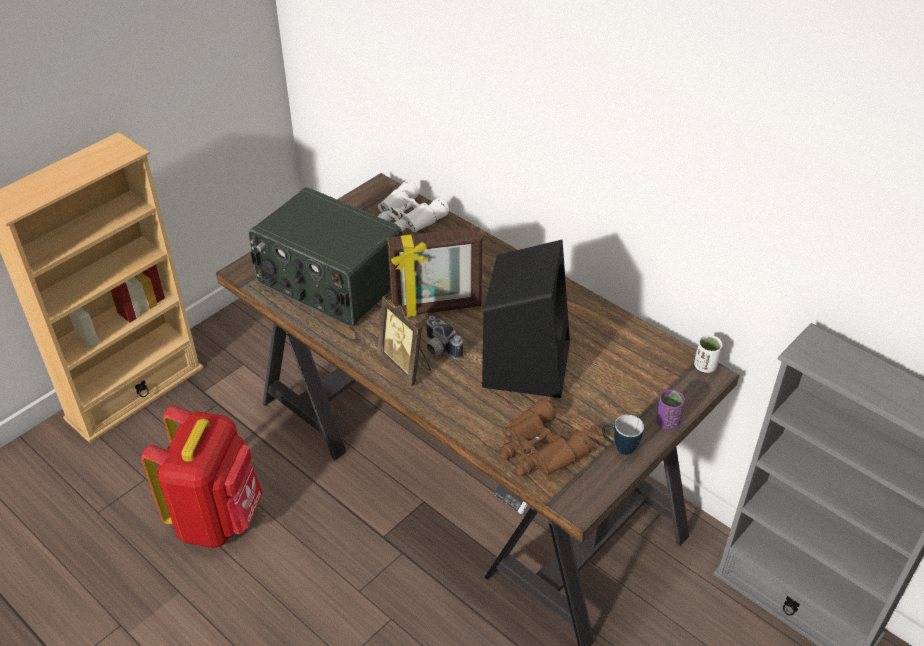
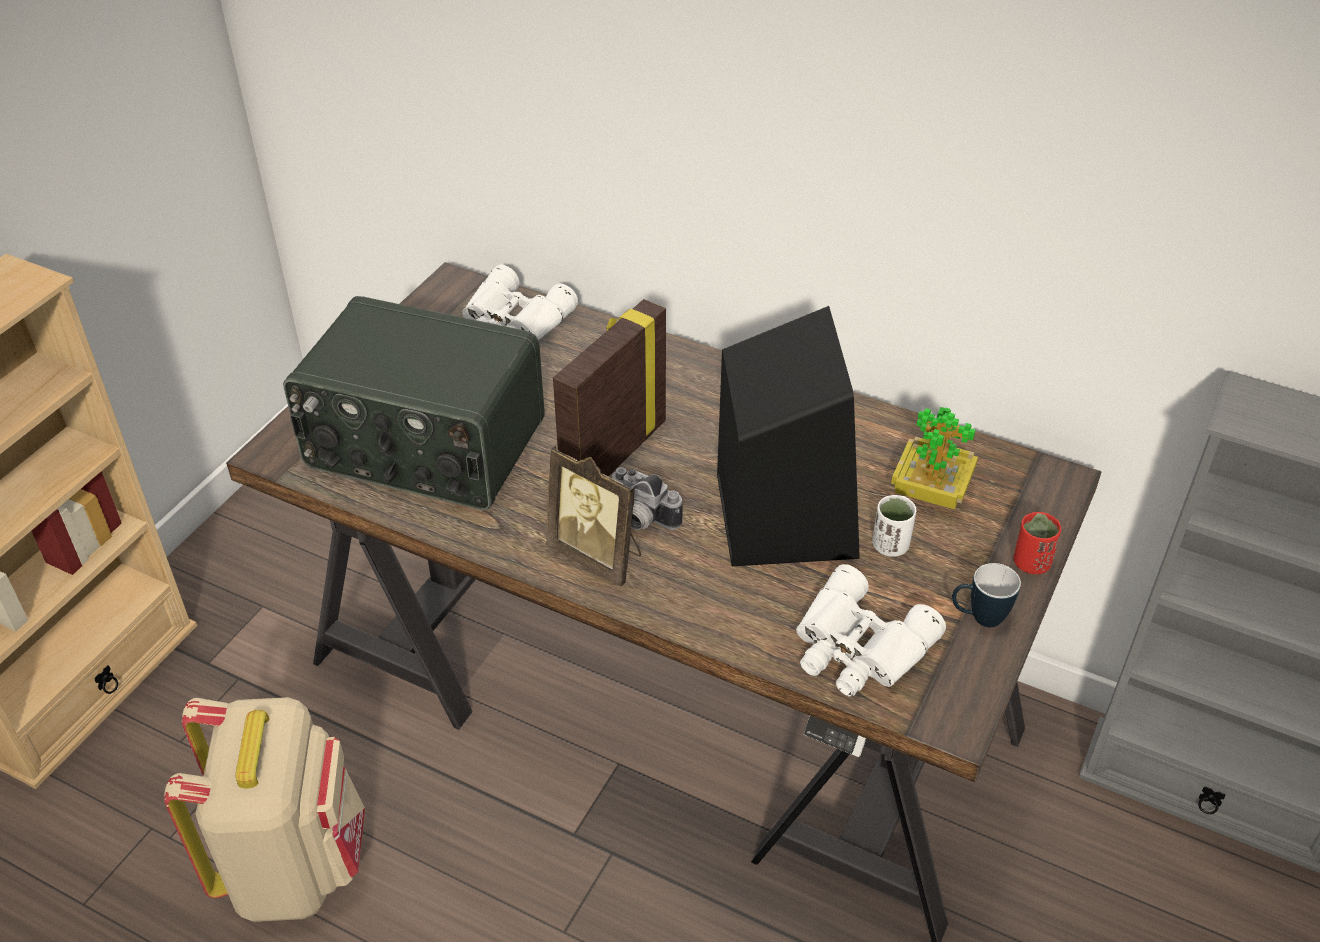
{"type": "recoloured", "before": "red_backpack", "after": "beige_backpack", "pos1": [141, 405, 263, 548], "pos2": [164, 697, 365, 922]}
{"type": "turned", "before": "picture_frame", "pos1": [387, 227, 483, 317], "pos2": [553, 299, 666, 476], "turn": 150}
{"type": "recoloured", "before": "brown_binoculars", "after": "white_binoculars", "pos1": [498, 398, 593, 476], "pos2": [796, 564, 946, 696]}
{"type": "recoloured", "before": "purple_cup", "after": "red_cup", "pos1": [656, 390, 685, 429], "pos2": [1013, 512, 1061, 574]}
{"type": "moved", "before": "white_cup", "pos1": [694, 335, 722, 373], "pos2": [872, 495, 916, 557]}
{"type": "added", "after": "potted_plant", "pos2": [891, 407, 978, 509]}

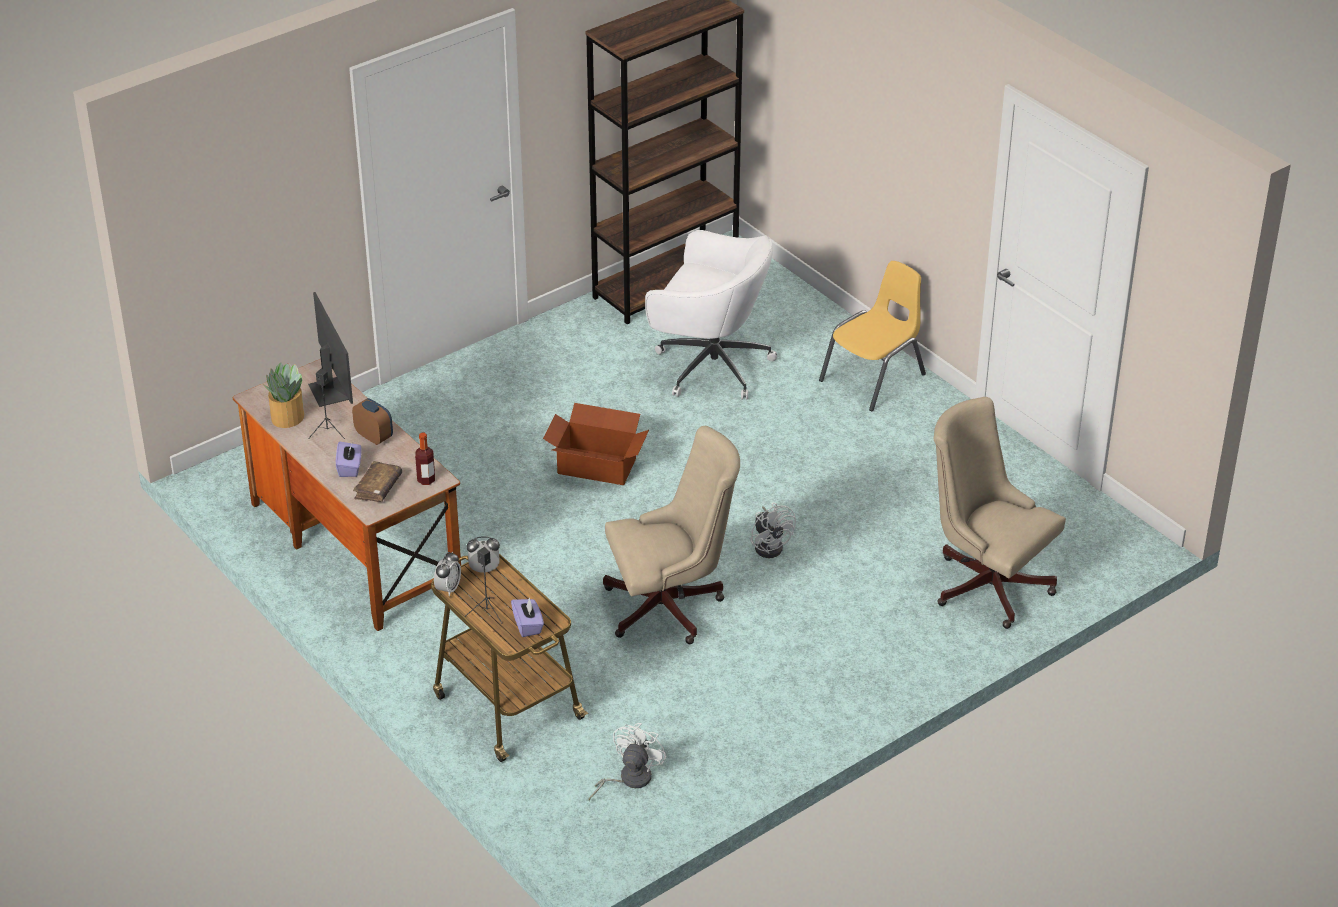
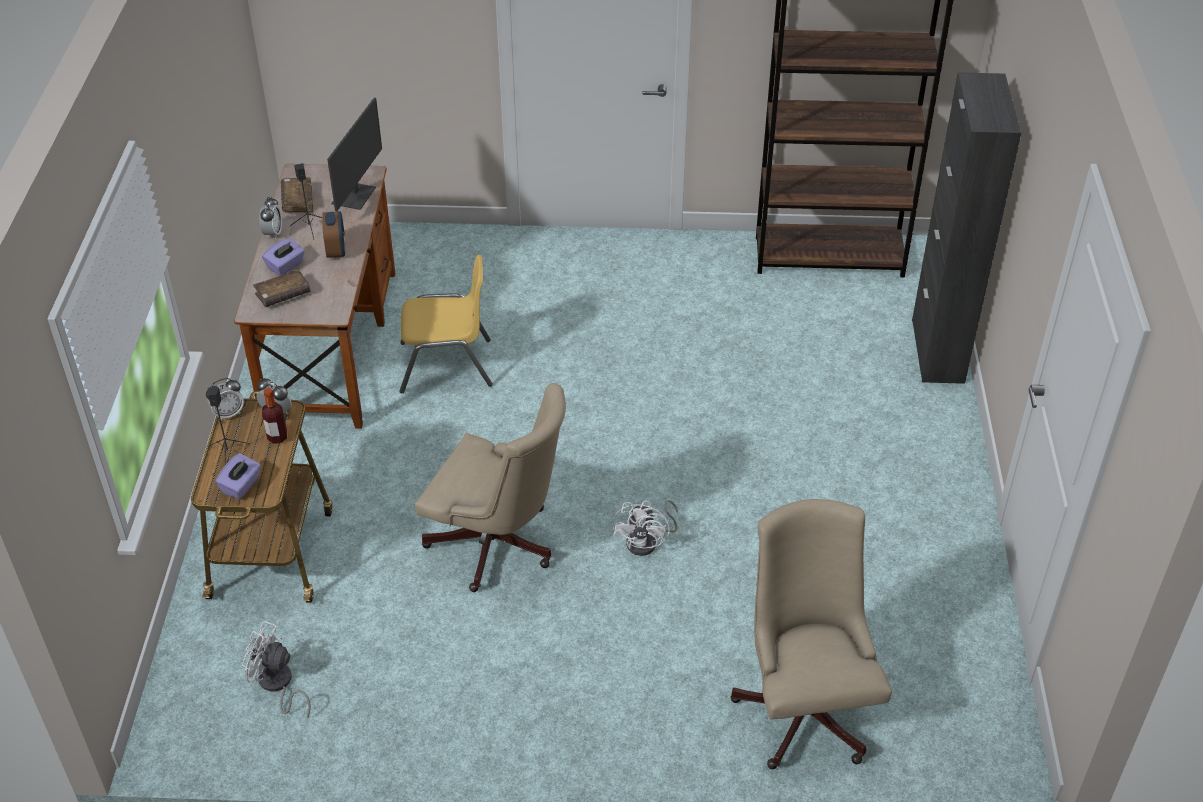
{"type": "replaced", "before": "potted_plant", "after": "brown_book", "pos1": [263, 363, 304, 428], "pos2": [281, 177, 314, 213]}
{"type": "moved", "before": "bottle", "pos1": [415, 433, 435, 485], "pos2": [262, 388, 287, 444]}
{"type": "removed", "before": "cardboard_box", "pos1": [543, 403, 649, 485]}
{"type": "turned", "before": "white_fan", "pos1": [588, 723, 667, 801], "pos2": [242, 621, 311, 718], "turn": -135}
{"type": "removed", "before": "white_office_chair", "pos1": [645, 230, 777, 400]}
{"type": "moved", "before": "yellow_chair", "pos1": [819, 261, 926, 411], "pos2": [399, 255, 493, 393]}
{"type": "added", "after": "alarm_clock", "pos2": [259, 197, 282, 239]}
{"type": "added", "after": "black_cabinet", "pos2": [912, 72, 1021, 384]}

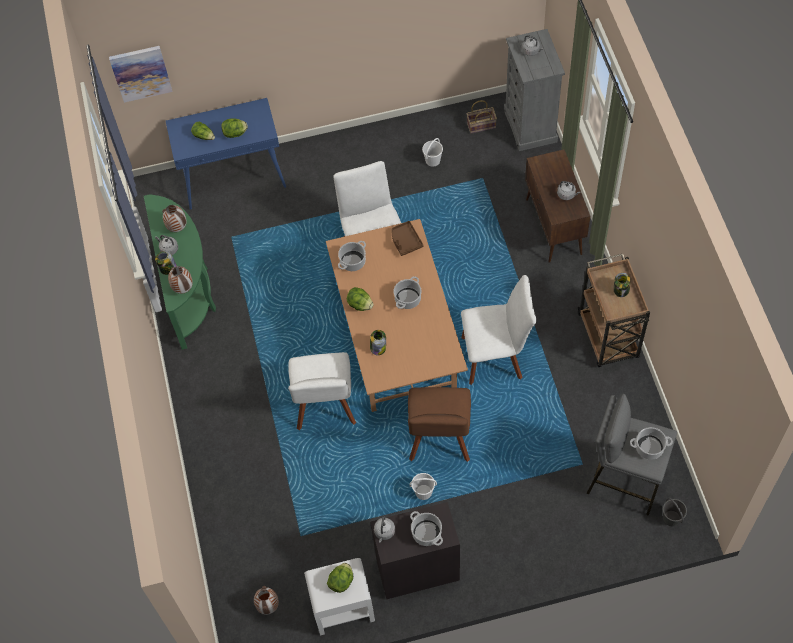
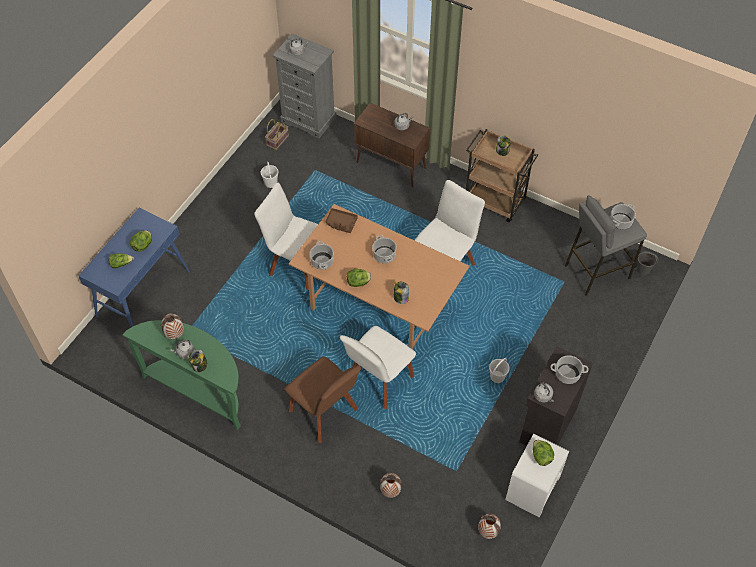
{"type": "removed", "before": "picture", "pos1": [109, 46, 173, 103]}
{"type": "moved", "before": "vase", "pos1": [168, 266, 193, 294], "pos2": [380, 473, 402, 498]}
{"type": "turned", "before": "white_chair", "pos1": [288, 352, 356, 430], "pos2": [340, 326, 416, 409], "turn": 90}
{"type": "moved", "before": "brown_chair", "pos1": [408, 387, 471, 462], "pos2": [285, 357, 361, 443]}

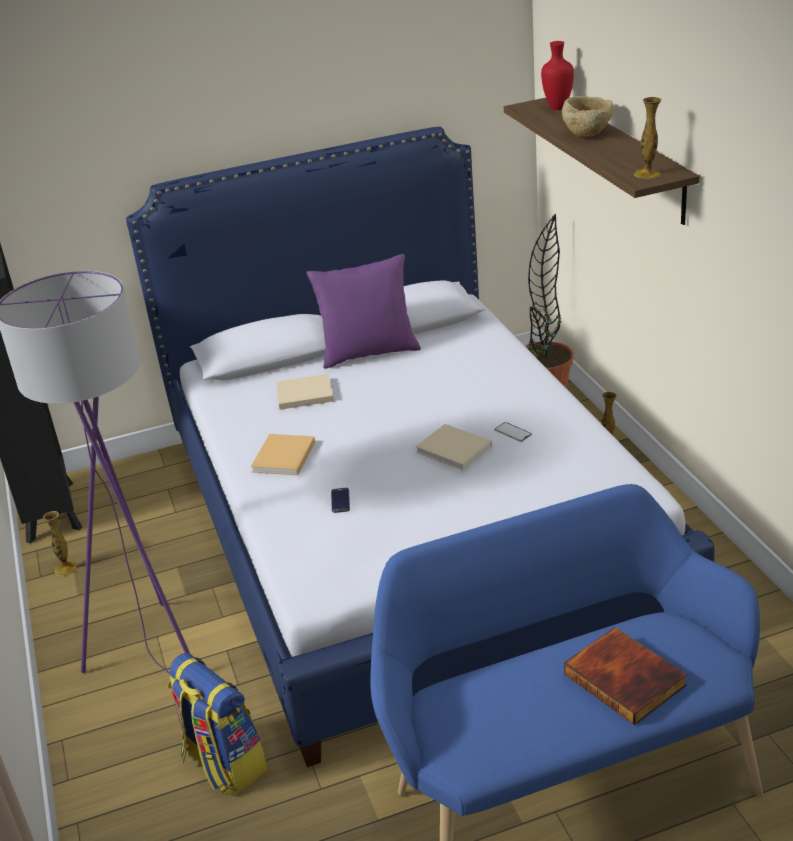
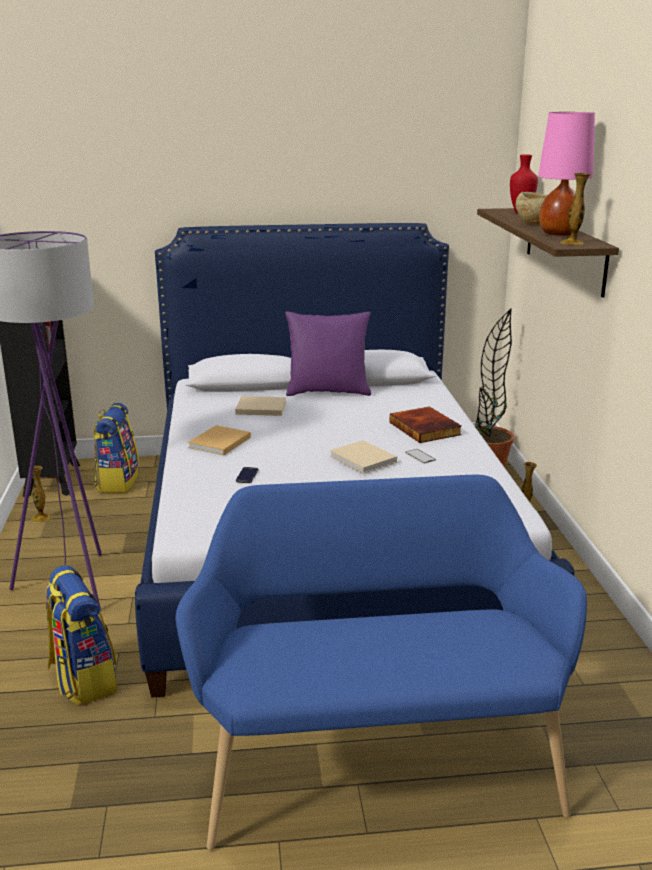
{"type": "moved", "before": "book", "pos1": [564, 627, 687, 725], "pos2": [389, 407, 462, 443]}
{"type": "added", "after": "backpack", "pos2": [93, 403, 139, 493]}
{"type": "added", "after": "pink_table_lamp", "pos2": [538, 112, 595, 236]}

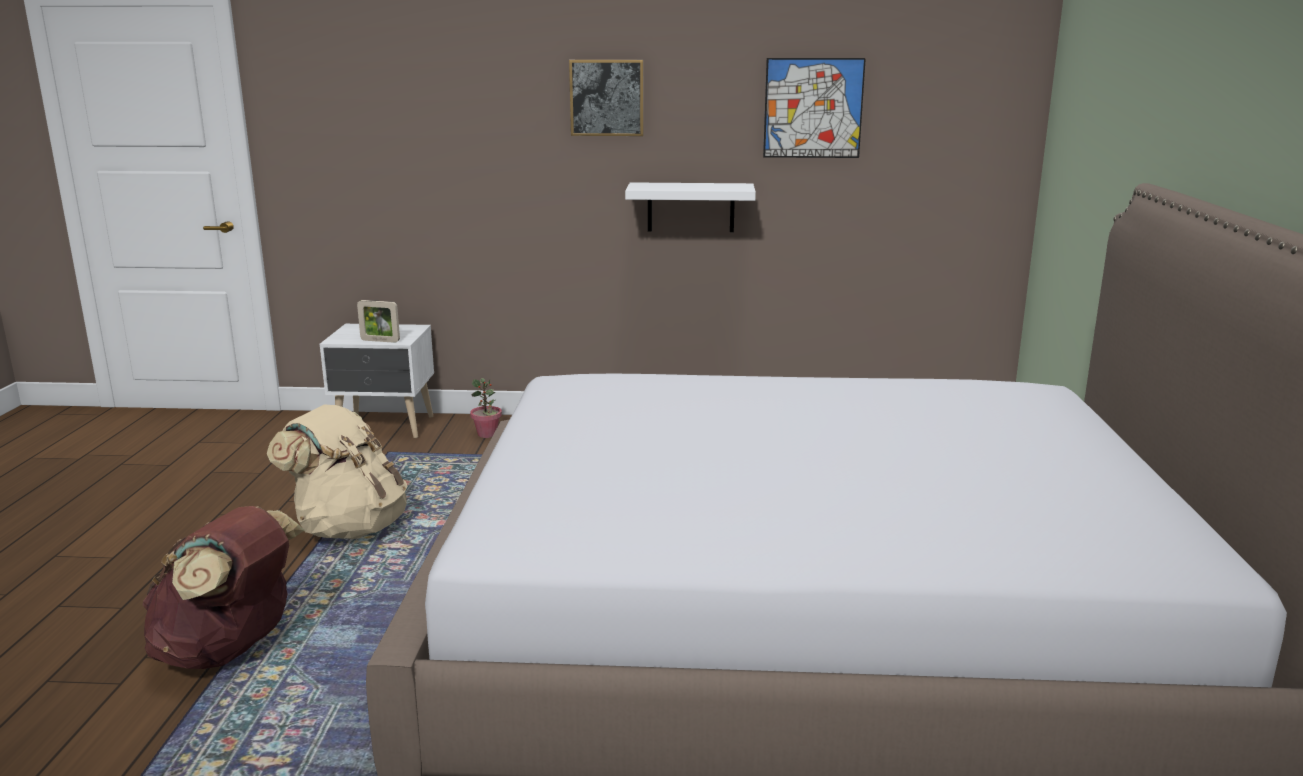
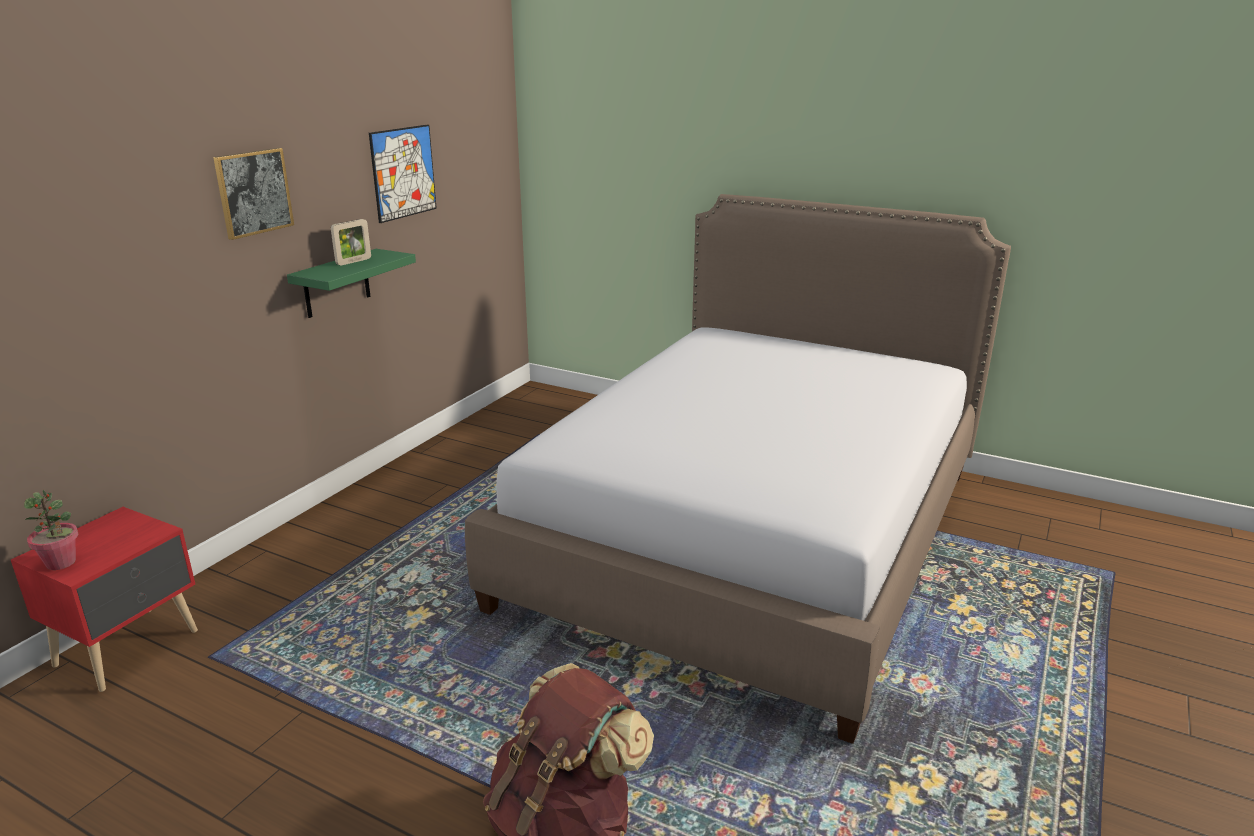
{"type": "removed", "before": "beige_backpack", "pos1": [267, 404, 407, 539]}
{"type": "recoloured", "before": "white_nightstand", "after": "red_nightstand", "pos1": [320, 324, 434, 438], "pos2": [11, 507, 198, 692]}
{"type": "moved", "before": "picture_frame", "pos1": [357, 300, 400, 343], "pos2": [331, 219, 371, 265]}
{"type": "moved", "before": "potted_plant", "pos1": [470, 378, 502, 438], "pos2": [24, 490, 78, 570]}
{"type": "recoloured", "before": "white_shelf", "after": "green_shelf", "pos1": [625, 182, 756, 232], "pos2": [287, 249, 416, 318]}

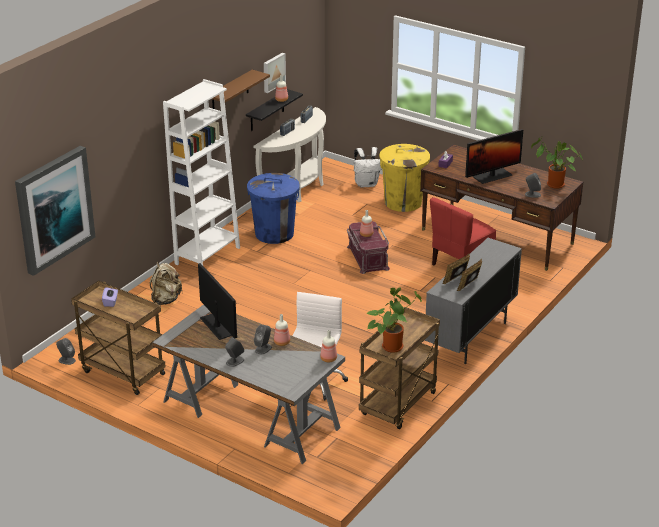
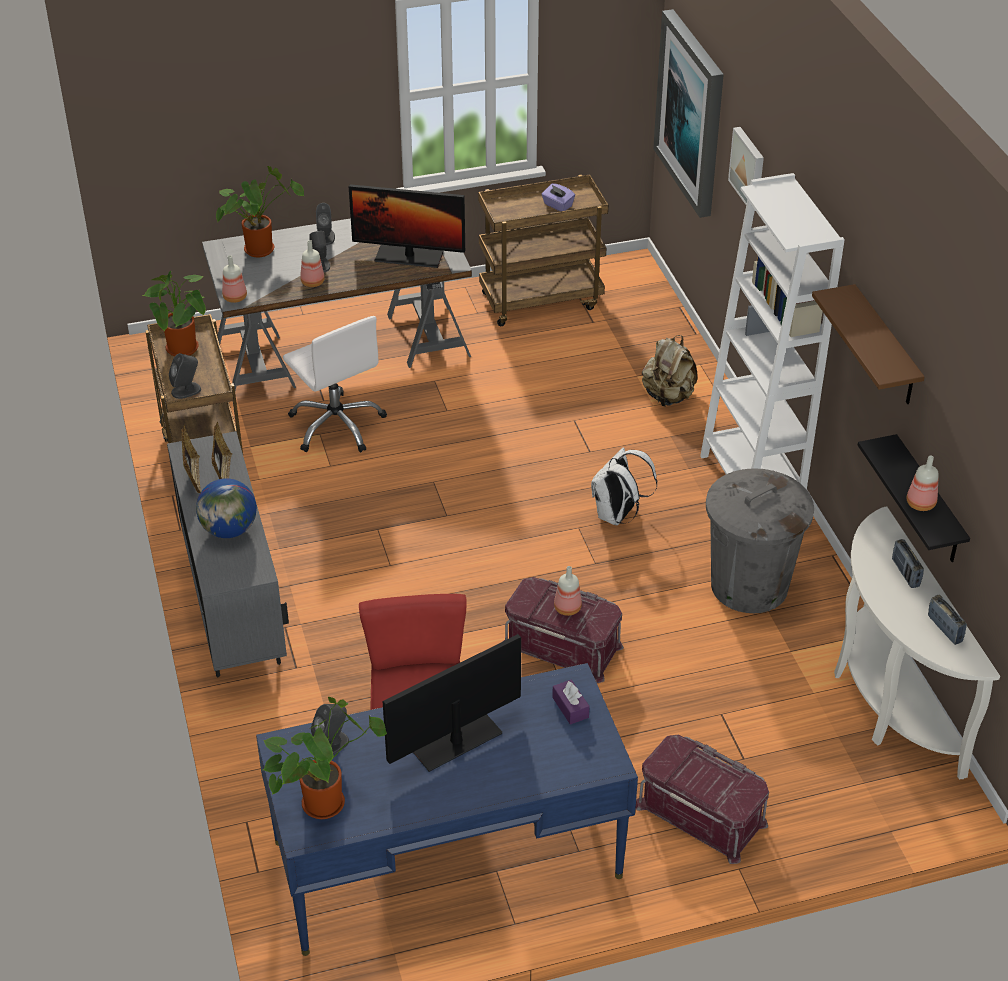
{"type": "moved", "before": "grey_speaker", "pos1": [56, 338, 76, 365], "pos2": [169, 353, 201, 399]}
{"type": "recoloured", "before": "blue_trash_can", "after": "grey_trash_can", "pos1": [247, 173, 300, 244], "pos2": [706, 468, 814, 613]}
{"type": "moved", "before": "picture", "pos1": [264, 53, 286, 93], "pos2": [728, 127, 764, 205]}
{"type": "moved", "before": "white_backpack", "pos1": [354, 147, 382, 188], "pos2": [591, 448, 657, 525]}
{"type": "replaced", "before": "yellow_trash_can", "after": "red_storage_box", "pos1": [380, 144, 430, 212], "pos2": [636, 735, 769, 864]}
{"type": "recoloured", "before": "brown_desk", "after": "blue_desk", "pos1": [420, 144, 583, 271], "pos2": [256, 663, 638, 956]}
{"type": "turned", "before": "monitor", "pos1": [465, 129, 523, 184], "pos2": [383, 634, 521, 772], "turn": 45}
{"type": "added", "after": "globe", "pos2": [196, 478, 257, 538]}
{"type": "added", "after": "potted_plant", "pos2": [216, 166, 304, 257]}

